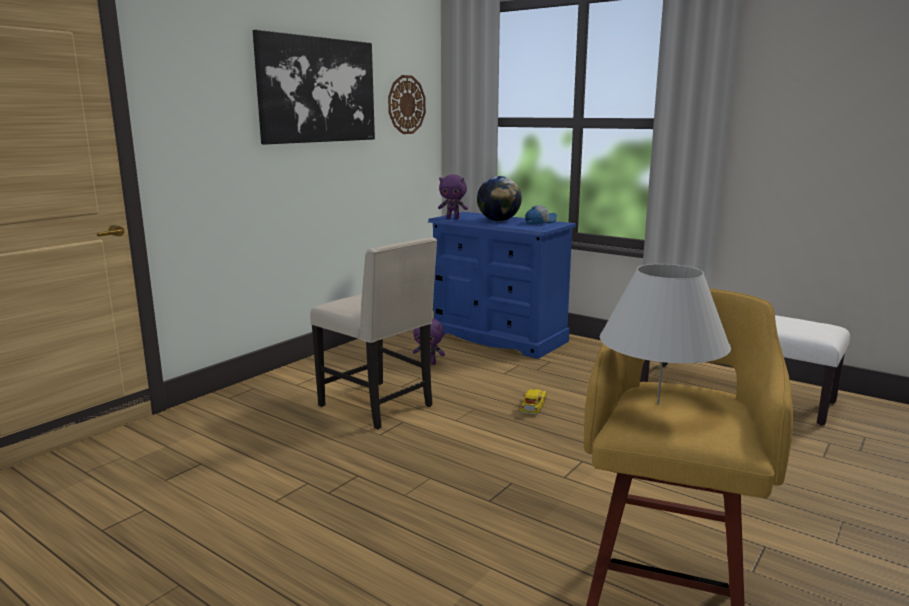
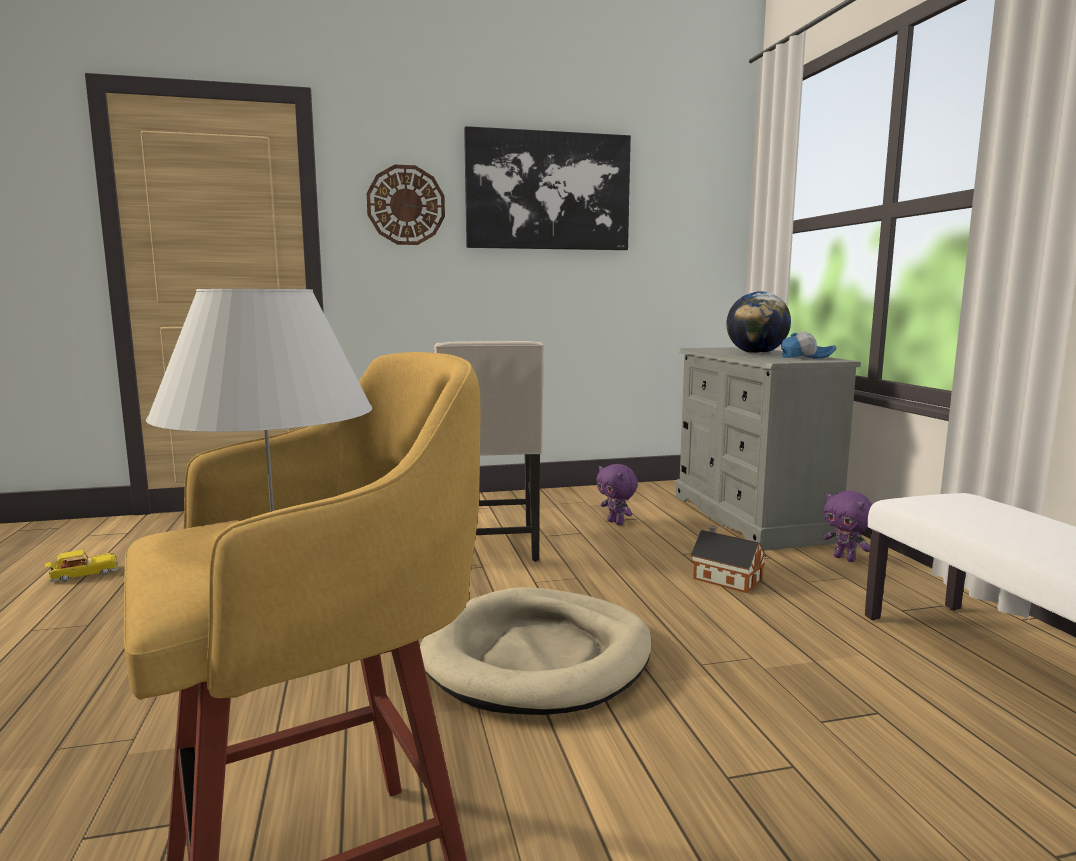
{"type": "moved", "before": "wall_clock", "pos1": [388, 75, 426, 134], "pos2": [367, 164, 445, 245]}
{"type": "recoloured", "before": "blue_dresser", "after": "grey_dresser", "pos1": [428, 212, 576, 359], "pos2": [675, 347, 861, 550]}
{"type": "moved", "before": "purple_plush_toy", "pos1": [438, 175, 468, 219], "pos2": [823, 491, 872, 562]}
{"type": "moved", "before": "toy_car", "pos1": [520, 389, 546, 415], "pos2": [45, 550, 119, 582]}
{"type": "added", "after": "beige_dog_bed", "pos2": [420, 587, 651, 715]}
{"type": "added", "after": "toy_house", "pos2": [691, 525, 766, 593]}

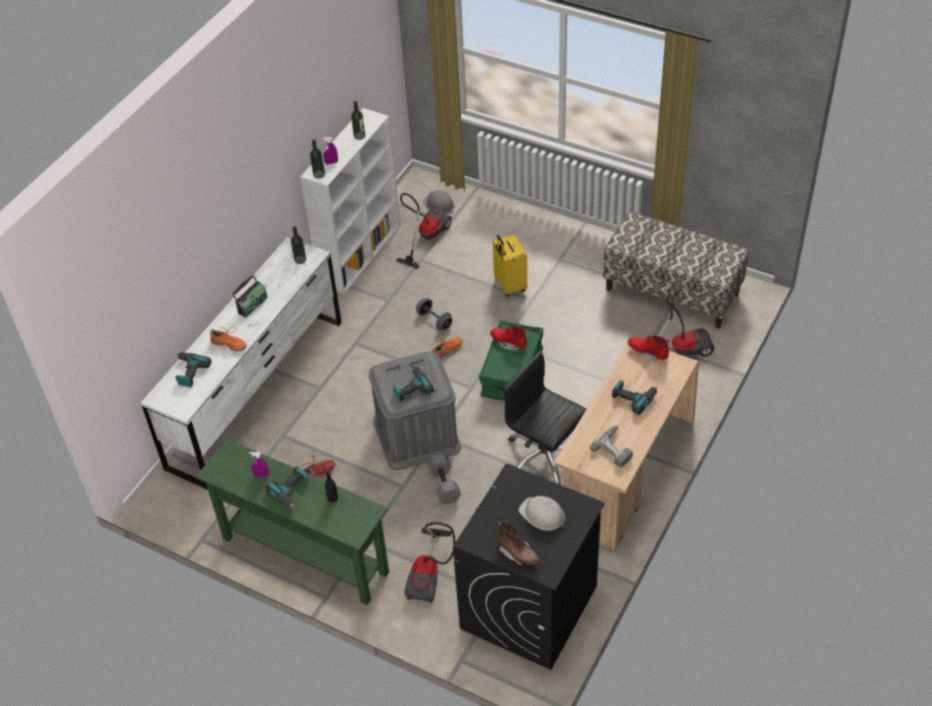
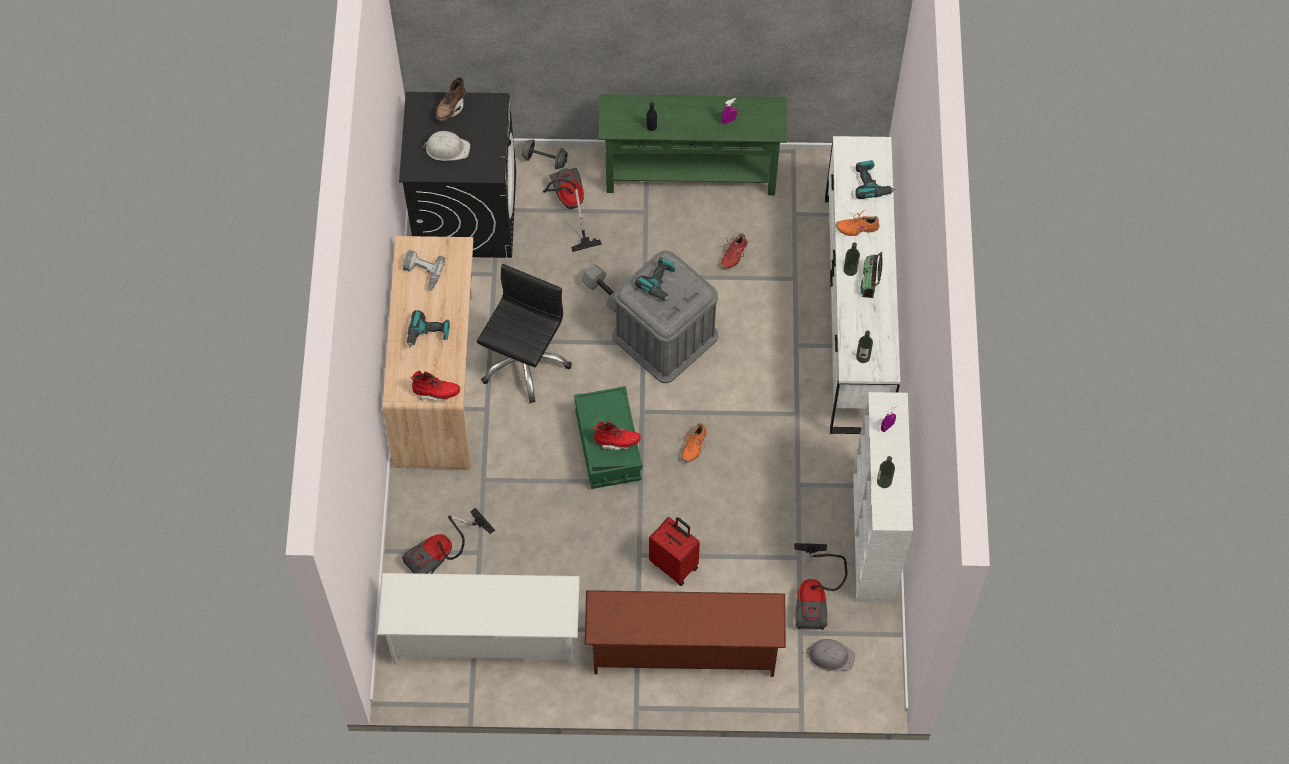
{"type": "removed", "before": "power_drill", "pos1": [265, 466, 309, 508]}
{"type": "moved", "before": "bottle", "pos1": [310, 139, 325, 179], "pos2": [844, 242, 860, 276]}
{"type": "moved", "before": "grey_dumbbell", "pos1": [416, 298, 453, 330], "pos2": [522, 139, 568, 169]}
{"type": "recoloured", "before": "yellow_suitcase", "after": "red_suitcase", "pos1": [493, 234, 527, 297], "pos2": [649, 517, 700, 586]}
{"type": "turned", "before": "brown_boot", "pos1": [497, 521, 539, 565], "pos2": [436, 74, 466, 121], "turn": -75}
{"type": "turned", "before": "black_office_chair", "pos1": [503, 351, 586, 485], "pos2": [477, 264, 572, 403], "turn": -75}
{"type": "replaced", "before": "bench", "after": "white_shoe_rack", "pos1": [603, 212, 749, 328], "pos2": [377, 573, 580, 667]}
{"type": "added", "after": "brown_shoe_rack", "pos2": [584, 590, 786, 677]}

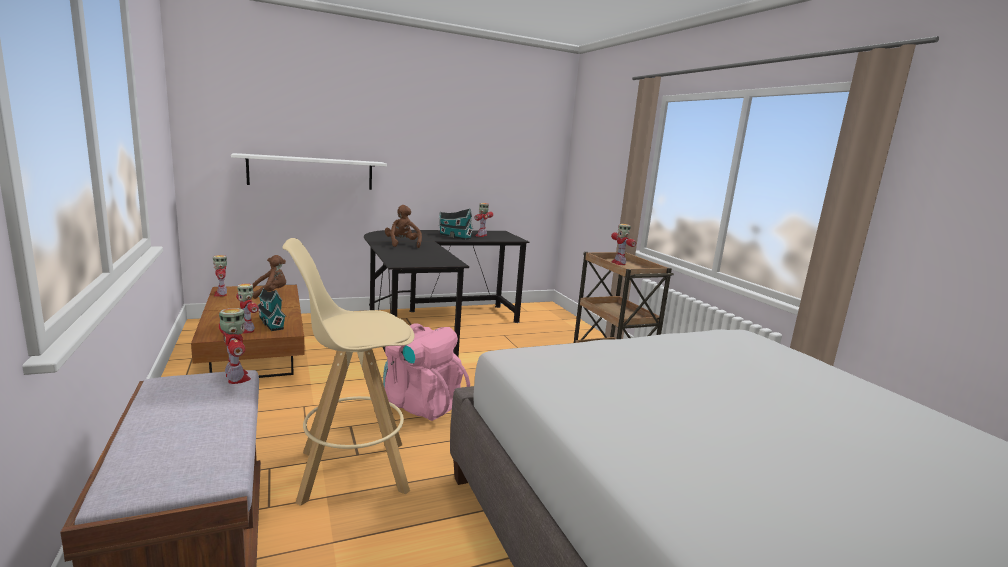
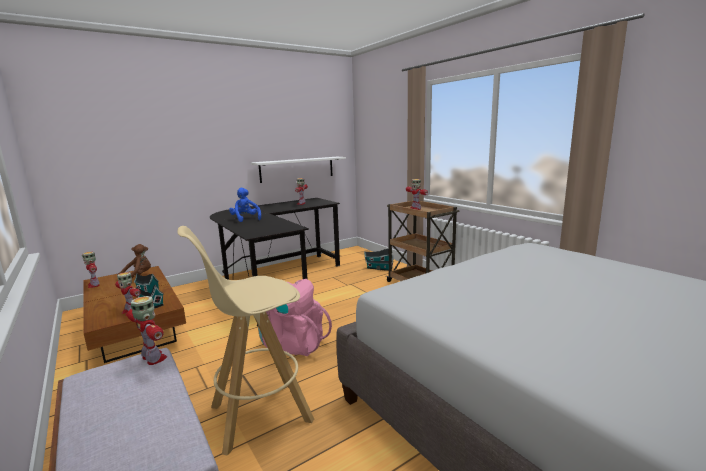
{"type": "moved", "before": "white_shelf", "pos1": [231, 153, 387, 190], "pos2": [251, 157, 346, 183]}
{"type": "recoloured", "before": "brown_plush_toy", "after": "blue_plush_toy", "pos1": [385, 205, 422, 248], "pos2": [229, 188, 261, 222]}
{"type": "moved", "before": "toy_house", "pos1": [438, 209, 473, 240], "pos2": [364, 249, 393, 271]}

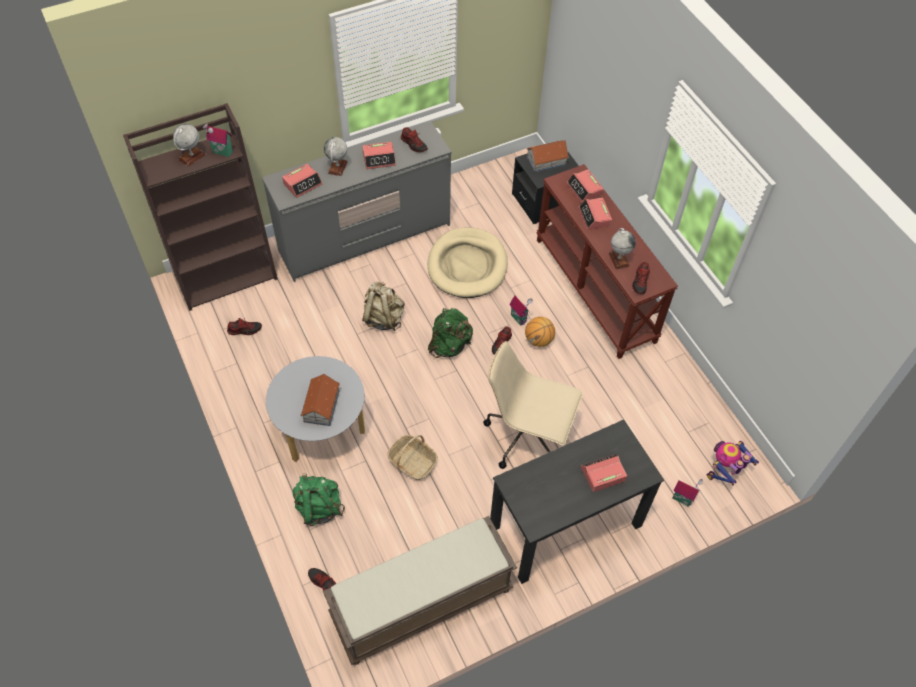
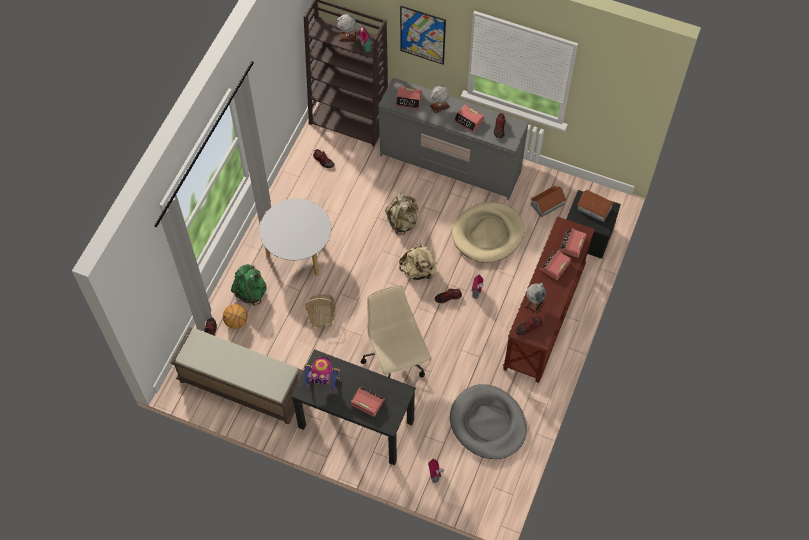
{"type": "moved", "before": "toy_house", "pos1": [301, 374, 340, 426], "pos2": [530, 186, 567, 217]}
{"type": "recoloured", "before": "green_backpack", "after": "beige_backpack", "pos1": [428, 308, 473, 358], "pos2": [399, 243, 437, 281]}
{"type": "moved", "before": "basketball", "pos1": [525, 317, 555, 347], "pos2": [223, 304, 248, 329]}
{"type": "moved", "before": "toy_robot", "pos1": [707, 441, 759, 485], "pos2": [302, 356, 340, 391]}
{"type": "added", "after": "picture", "pos2": [400, 6, 446, 65]}
{"type": "added", "after": "grey_dog_bed", "pos2": [450, 384, 527, 459]}

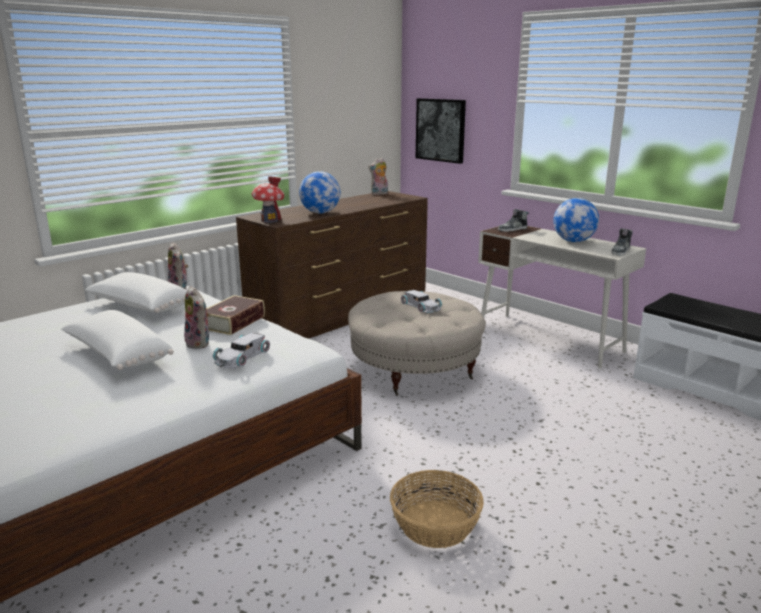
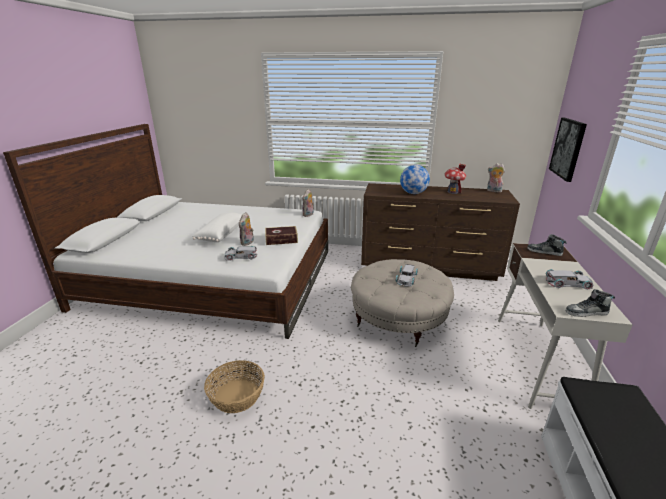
{"type": "removed", "before": "white_pillow", "pos1": [85, 272, 187, 313]}
{"type": "moved", "before": "toy_house", "pos1": [252, 176, 284, 223], "pos2": [445, 164, 466, 194]}
{"type": "replaced", "before": "globe", "after": "white_toy_car", "pos1": [553, 198, 599, 242], "pos2": [546, 269, 594, 290]}

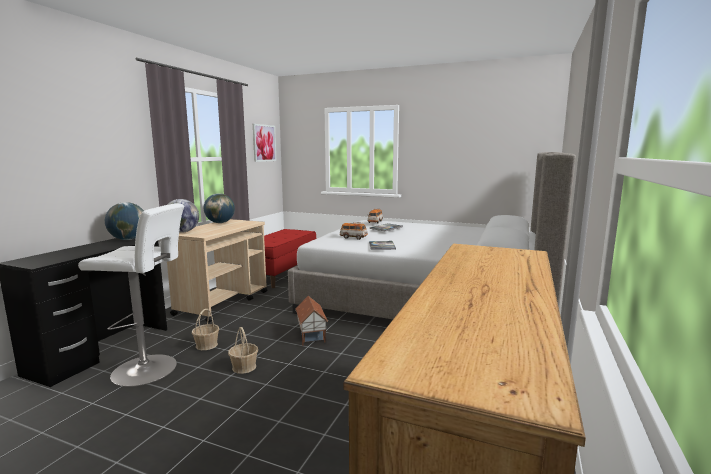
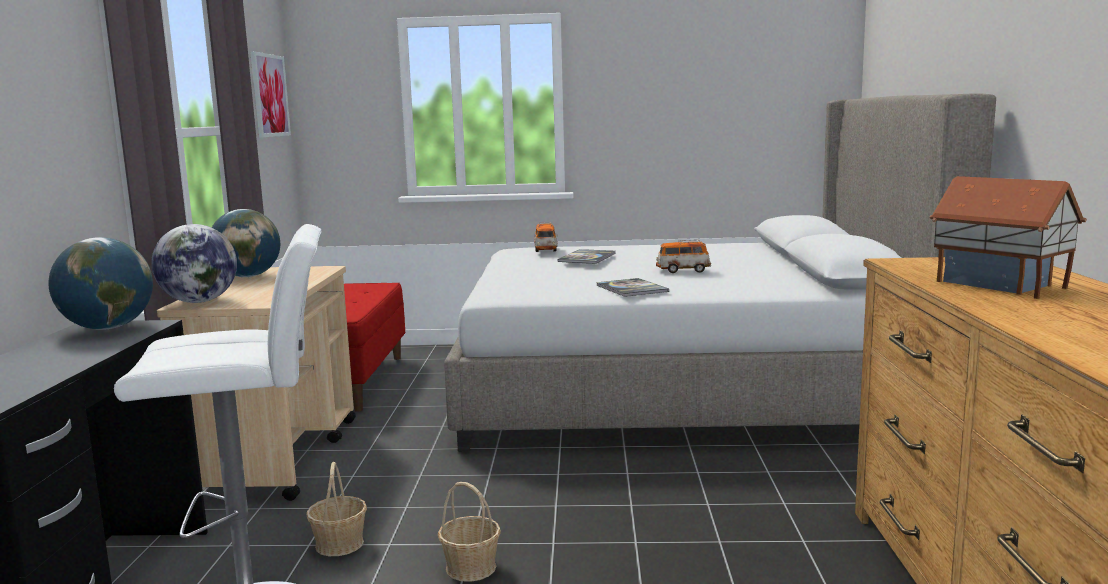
{"type": "moved", "before": "toy_house", "pos1": [295, 296, 328, 346], "pos2": [930, 176, 1087, 299]}
{"type": "moved", "before": "toy_car", "pos1": [340, 222, 368, 240], "pos2": [656, 239, 711, 273]}

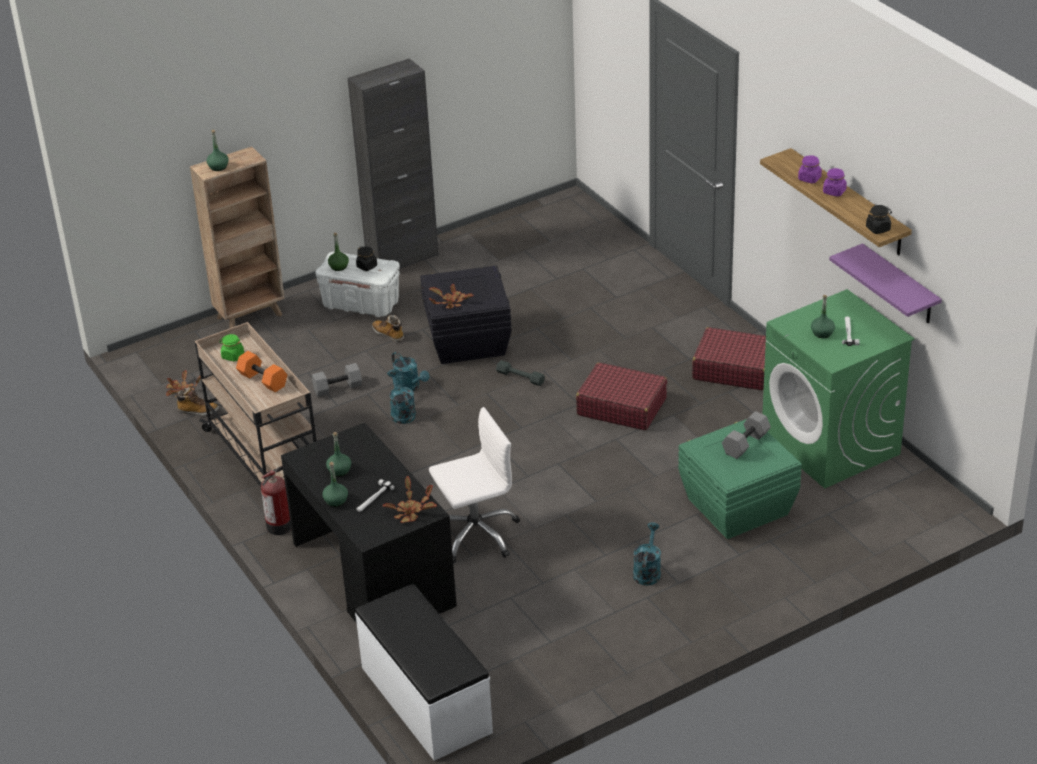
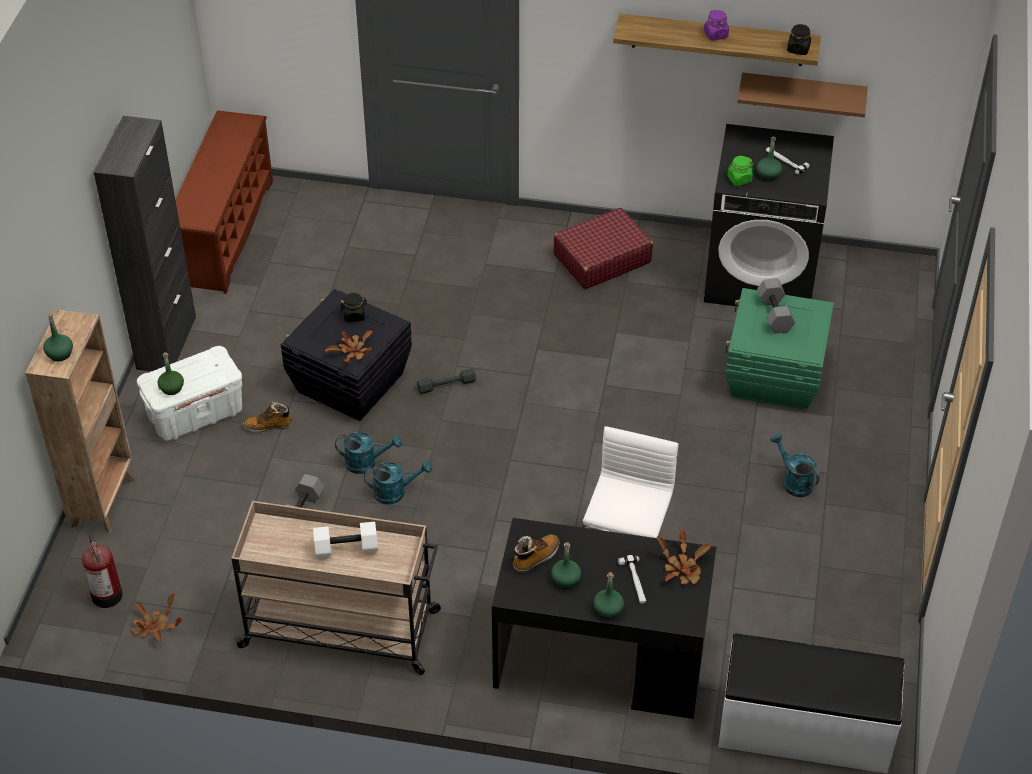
{"type": "moved", "before": "boot", "pos1": [175, 387, 219, 416], "pos2": [513, 534, 559, 573]}
{"type": "moved", "before": "green_jar", "pos1": [219, 334, 244, 361], "pos2": [727, 156, 753, 186]}
{"type": "recoloured", "before": "orange_dumbbell", "after": "white_dumbbell", "pos1": [236, 351, 287, 392], "pos2": [313, 522, 378, 558]}
{"type": "moved", "before": "fire_extinguisher", "pos1": [261, 466, 291, 535], "pos2": [82, 533, 123, 608]}
{"type": "moved", "before": "black_jar", "pos1": [356, 246, 377, 271], "pos2": [340, 293, 367, 322]}
{"type": "turned", "before": "turquoise_watering_can", "pos1": [387, 369, 416, 424], "pos2": [364, 460, 432, 504], "turn": 150}
{"type": "removed", "before": "red_suitcase", "pos1": [576, 362, 667, 430]}
{"type": "recoloured", "before": "green_washing_machine", "after": "black_washing_machine", "pos1": [763, 289, 915, 489], "pos2": [704, 124, 834, 307]}
{"type": "removed", "before": "purple_jar", "pos1": [798, 155, 822, 183]}
{"type": "recoloured", "before": "purple_shelf", "after": "brown_shelf", "pos1": [829, 243, 942, 324], "pos2": [737, 72, 868, 117]}
{"type": "added", "after": "brown_shoe_rack", "pos2": [176, 110, 273, 294]}

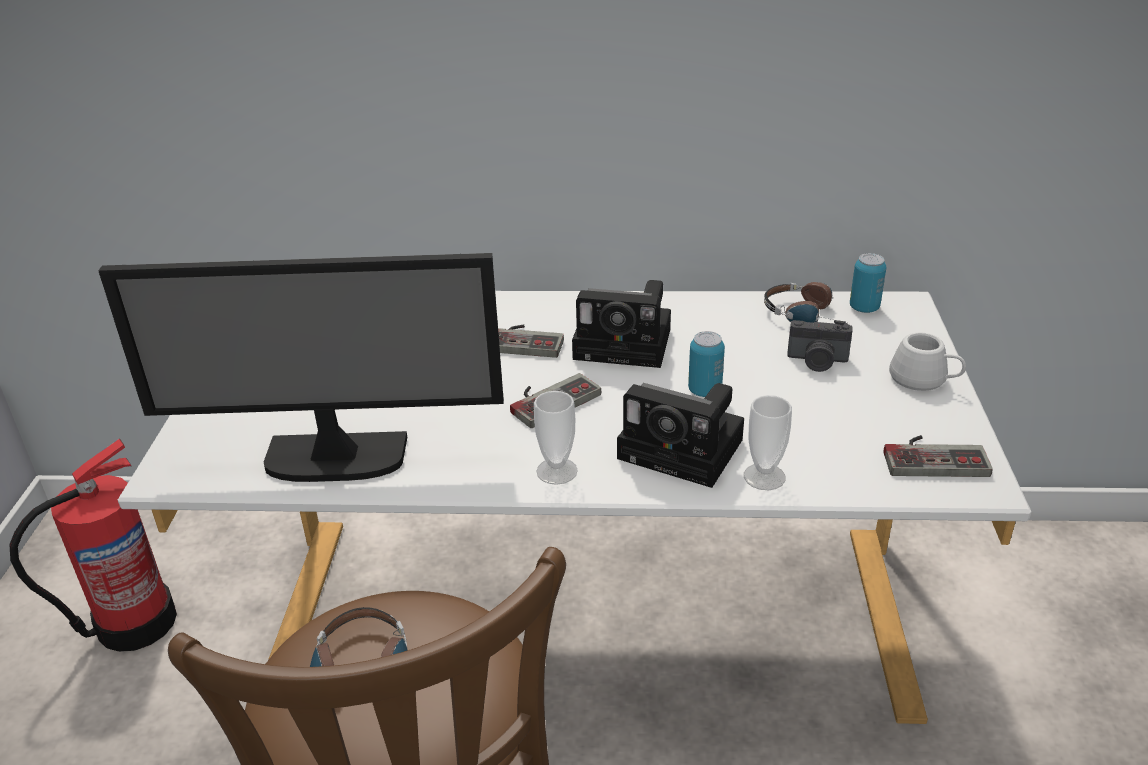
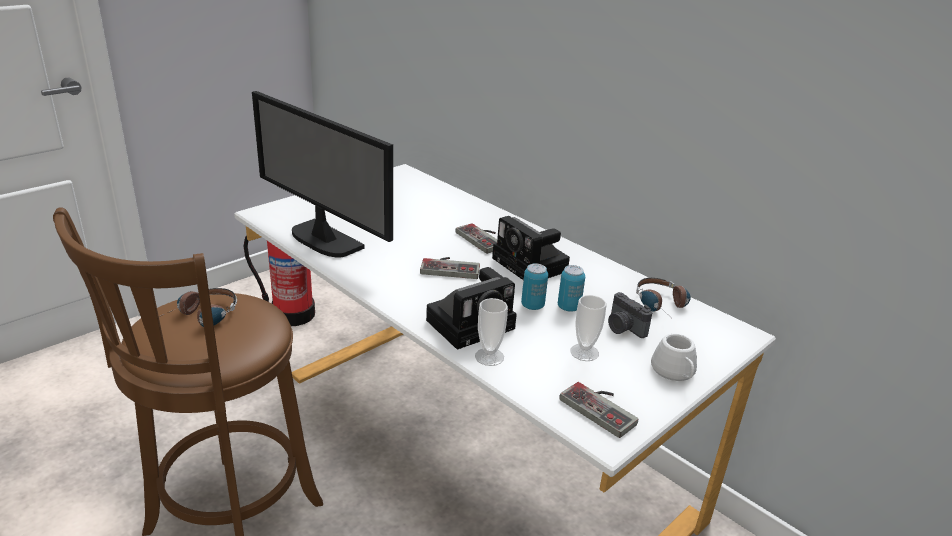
{"type": "moved", "before": "cup", "pos1": [534, 391, 578, 485], "pos2": [570, 295, 606, 361]}
{"type": "turned", "before": "photo_camera", "pos1": [617, 383, 744, 488], "pos2": [426, 267, 517, 350], "turn": -105}
{"type": "moved", "before": "can", "pos1": [850, 253, 886, 313], "pos2": [558, 265, 585, 312]}

